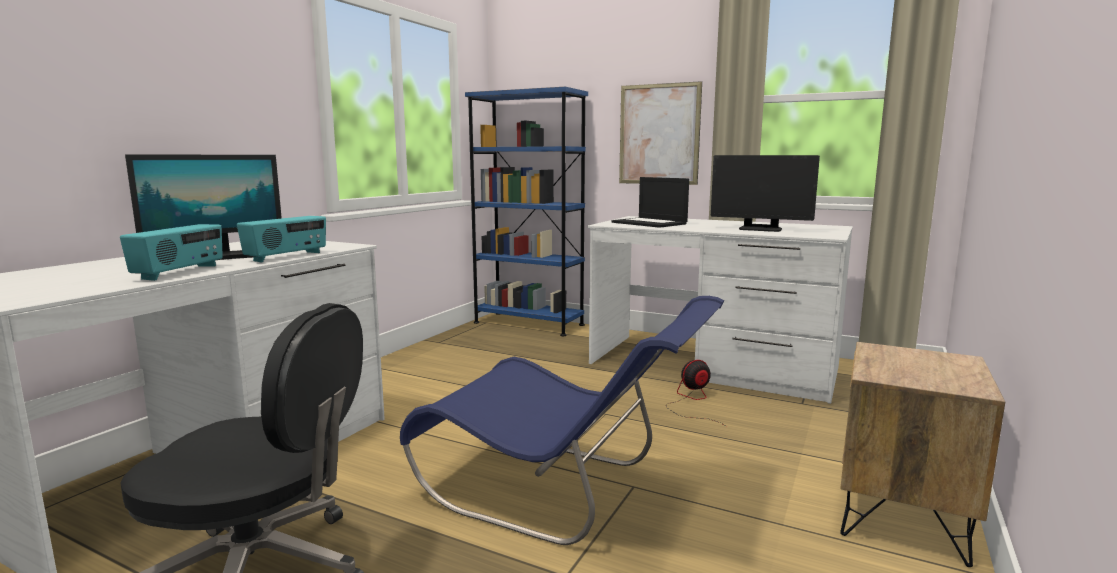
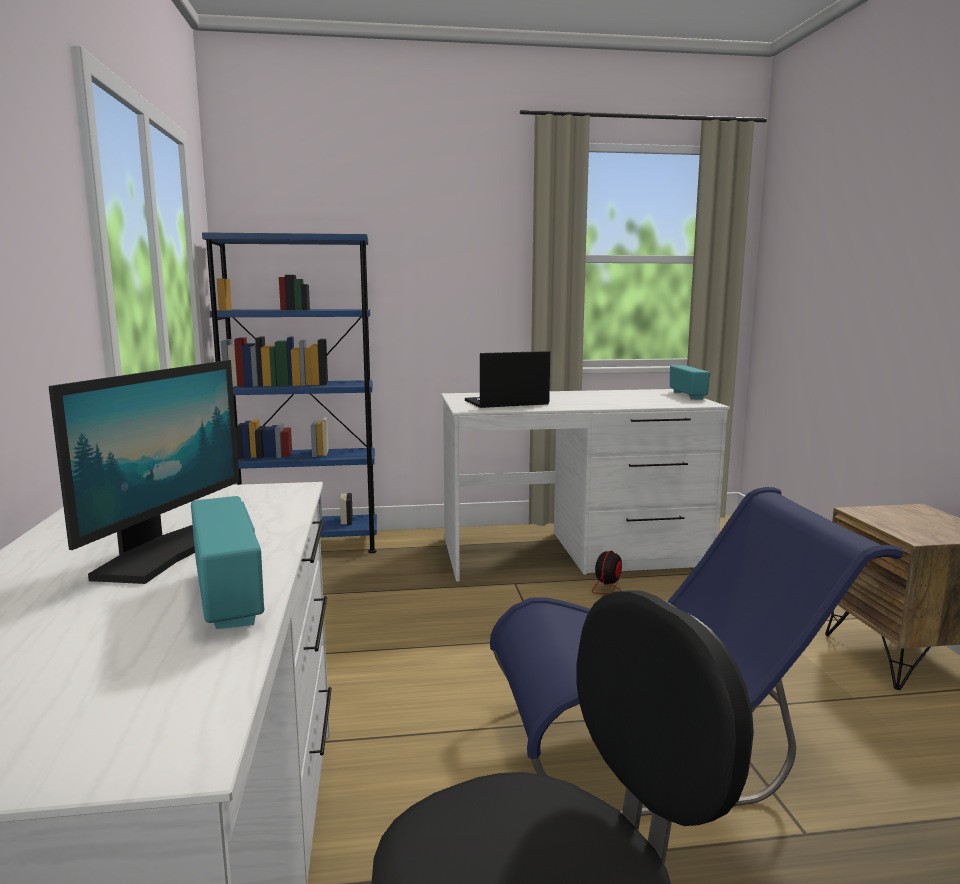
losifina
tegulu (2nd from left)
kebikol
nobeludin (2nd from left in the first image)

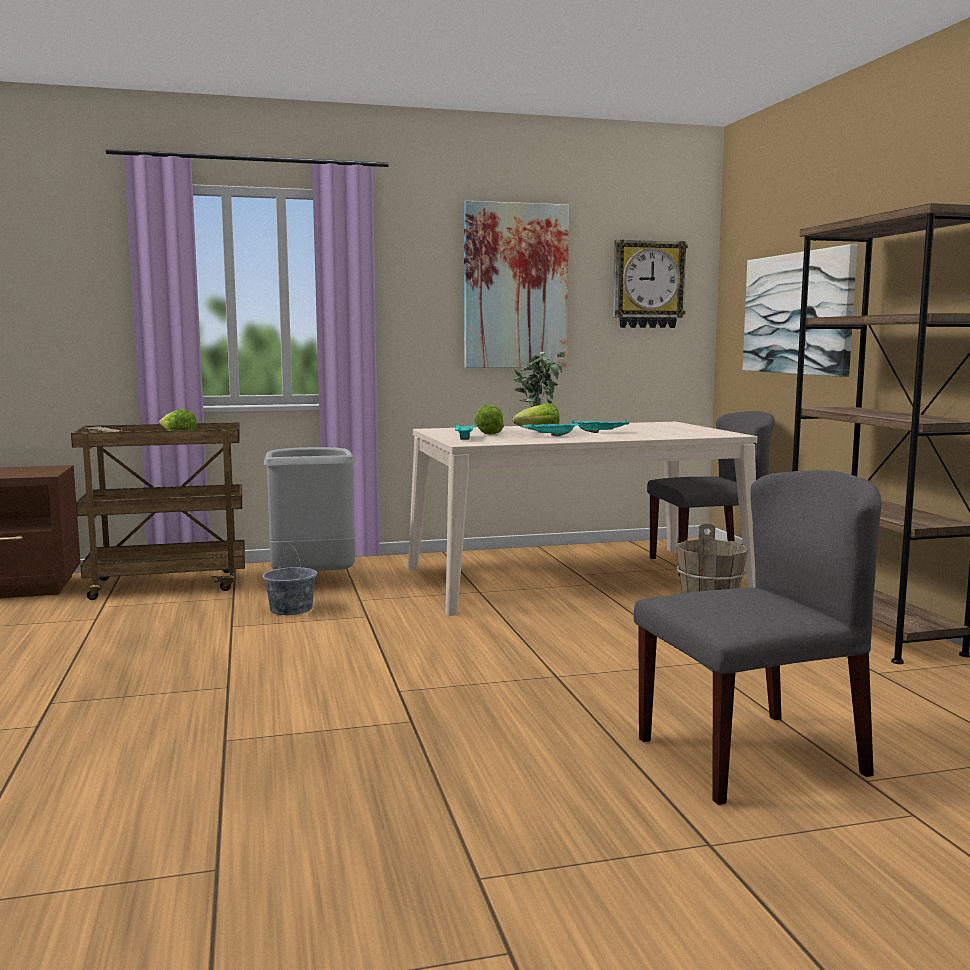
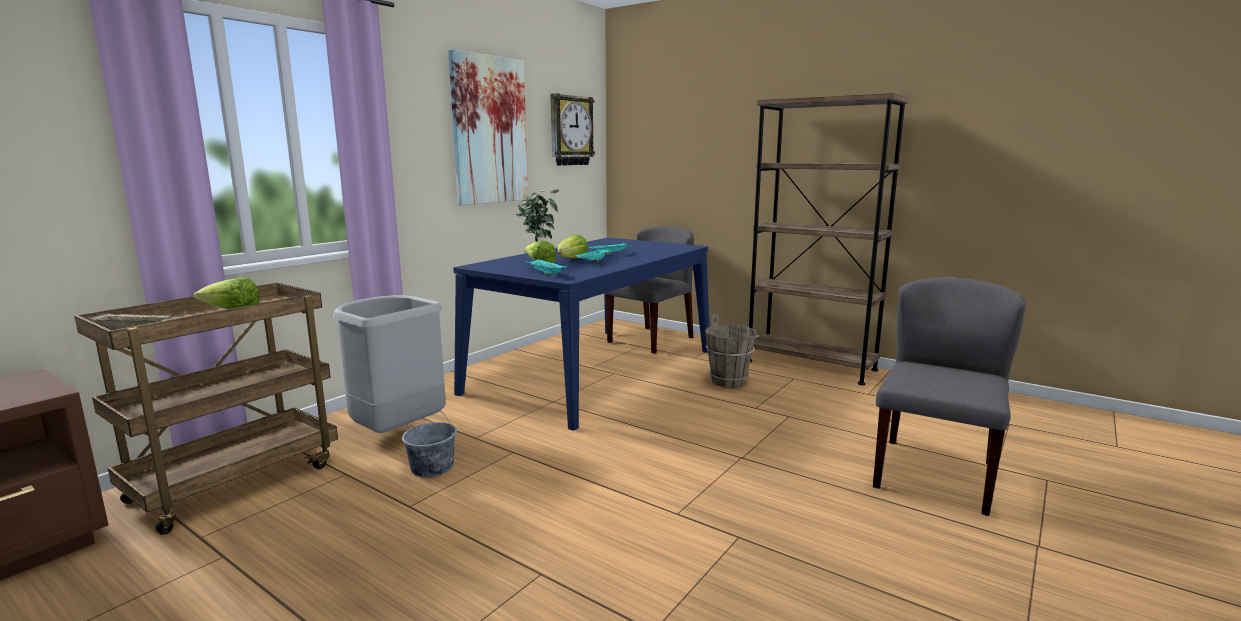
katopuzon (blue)
kebikol (2nd from left in the first image)

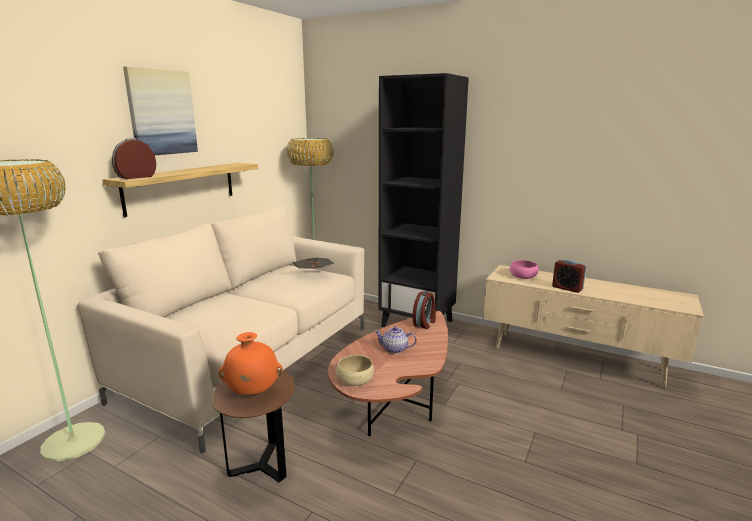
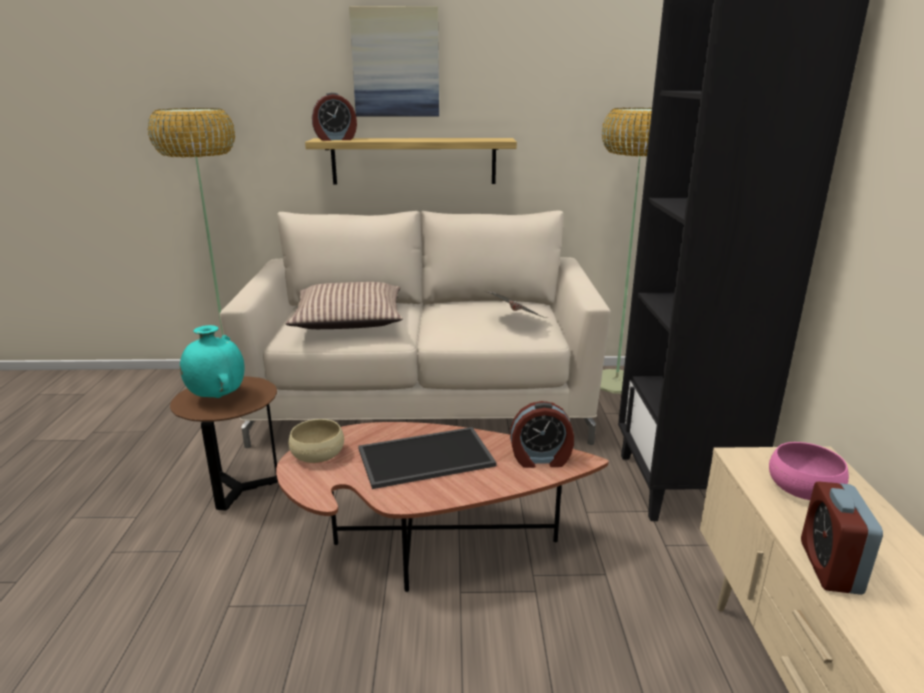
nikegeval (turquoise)
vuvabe
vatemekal (1st from left)
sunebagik

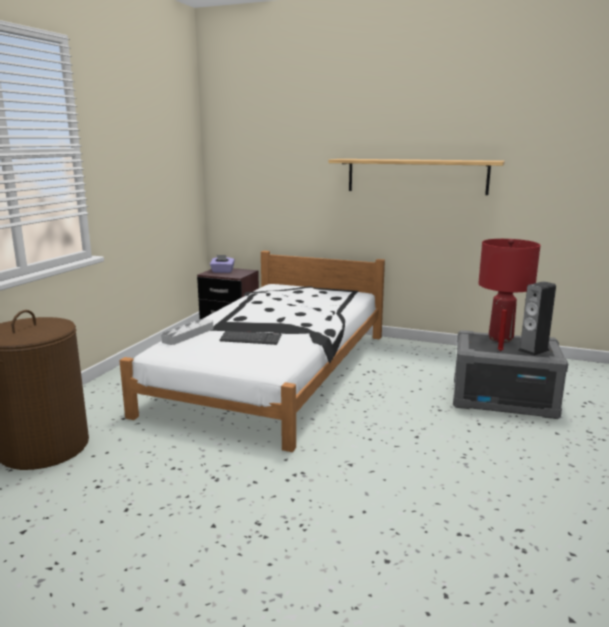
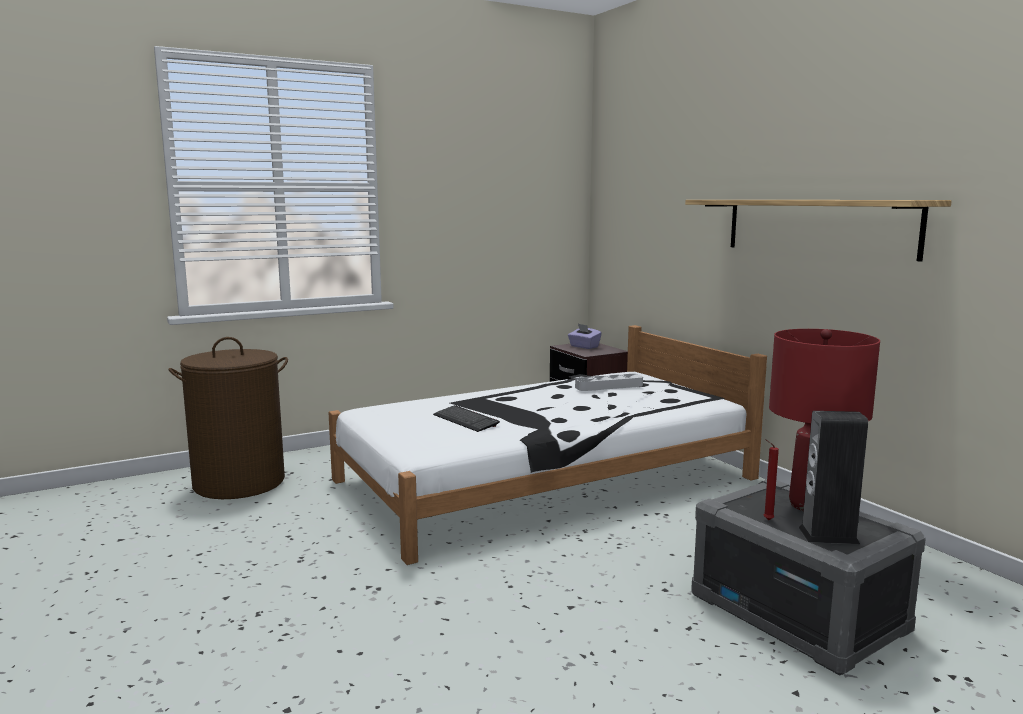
sunebagik (grey)

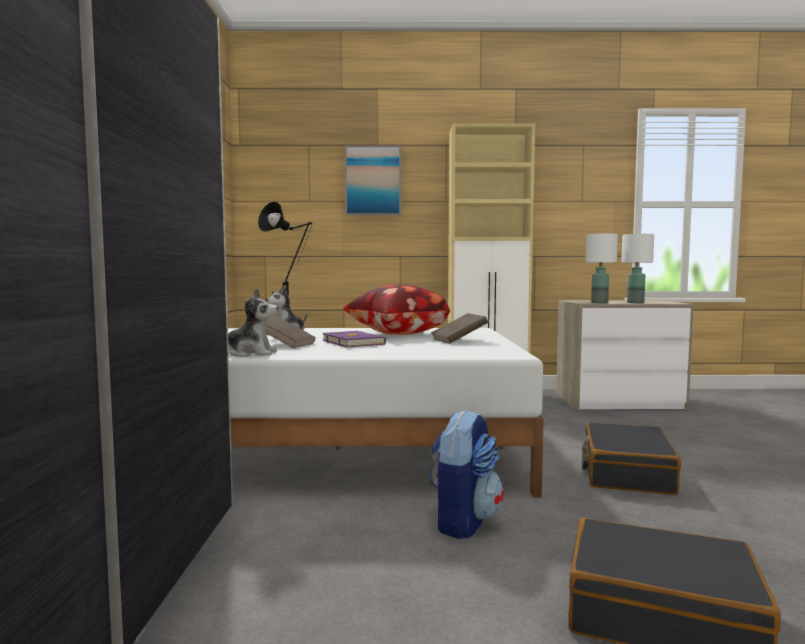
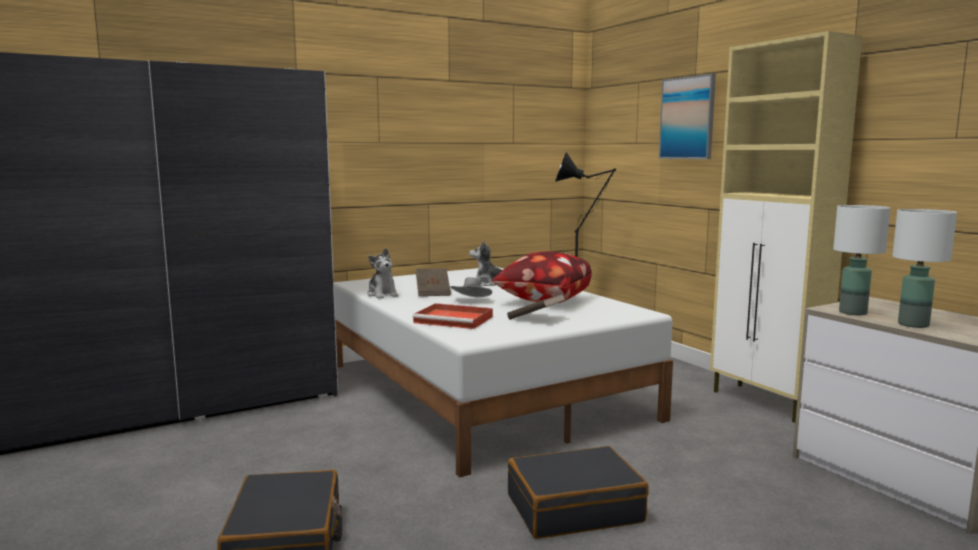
sunebagik (red)
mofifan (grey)
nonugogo

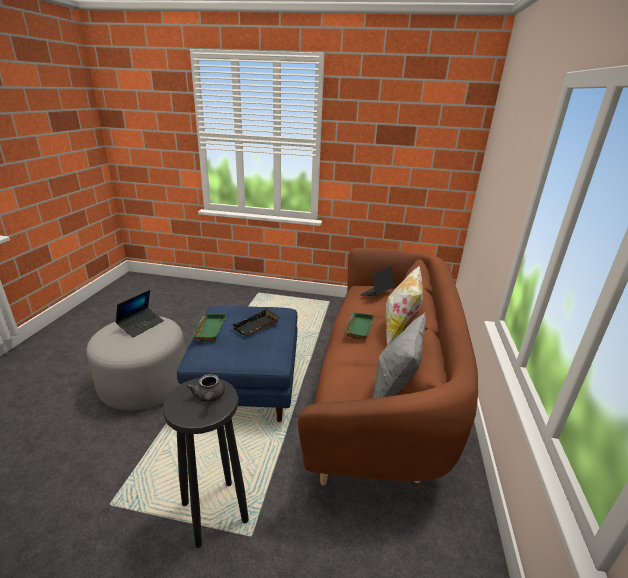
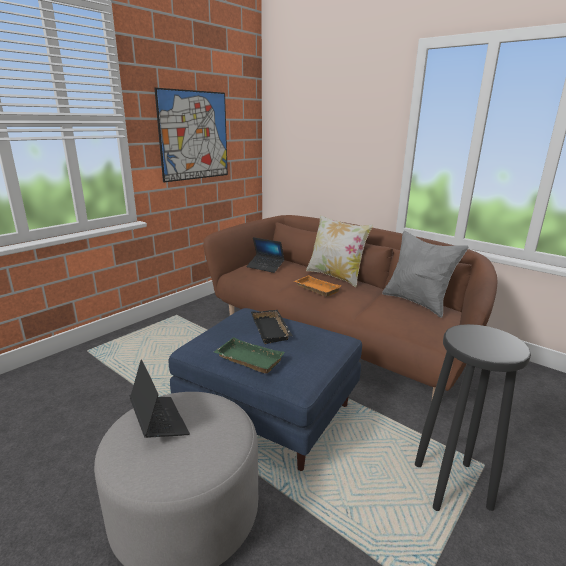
kebikol
losifina (2nd from left)
sunebagik (orange)
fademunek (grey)

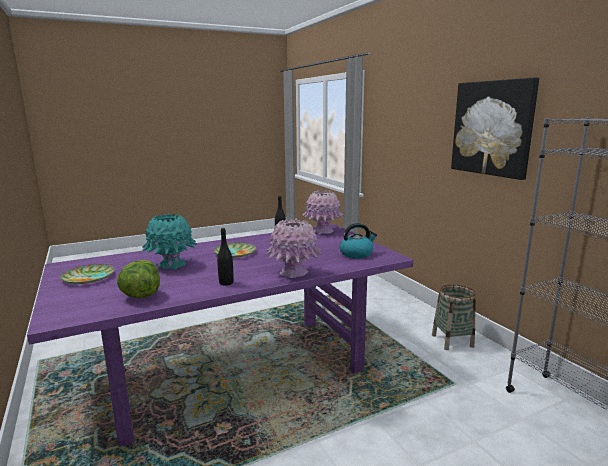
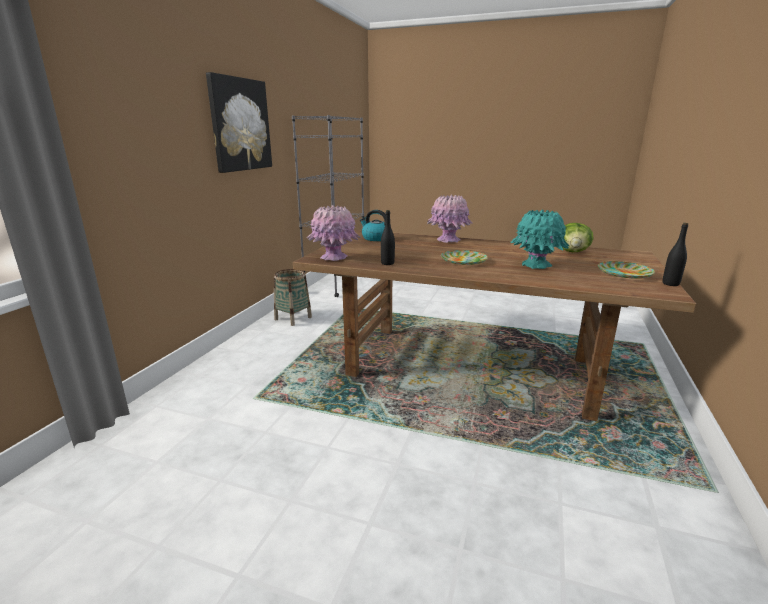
katopuzon (brown)
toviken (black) (2nd from left)

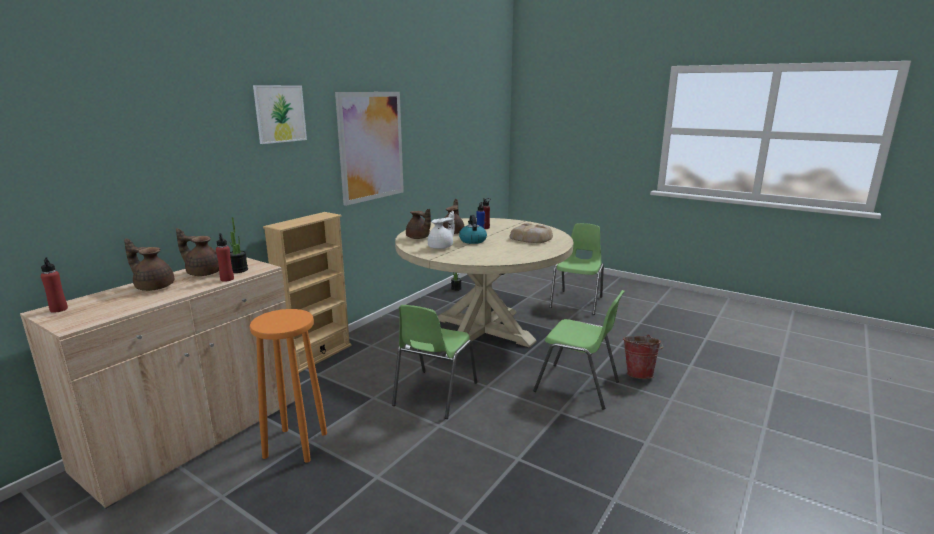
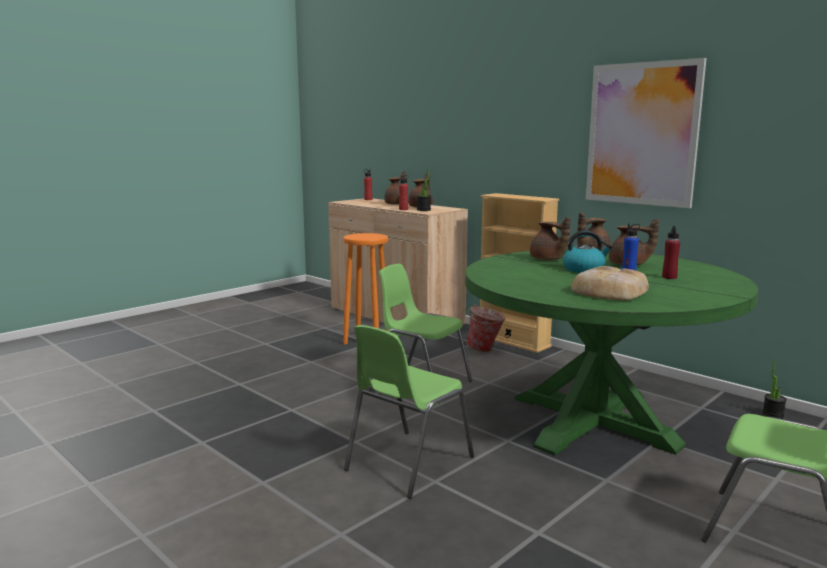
katopuzon (green)
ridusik
fademunek (brown) (3rd from left)
kebikol (1st from left in the first image)

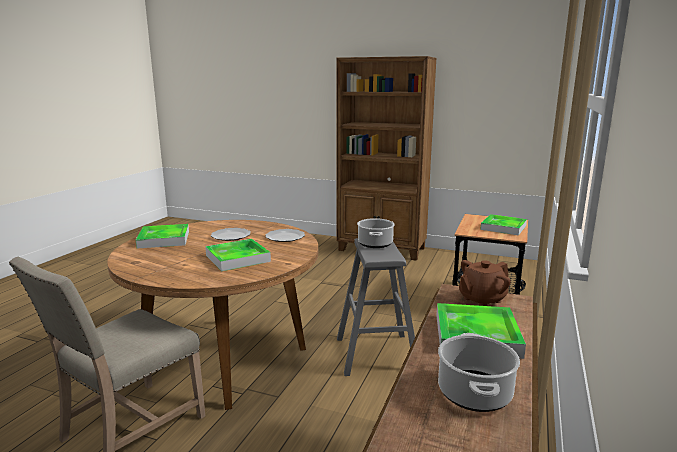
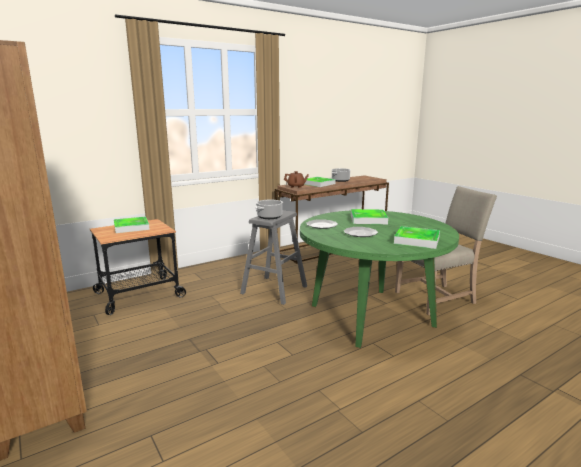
katopuzon (green)

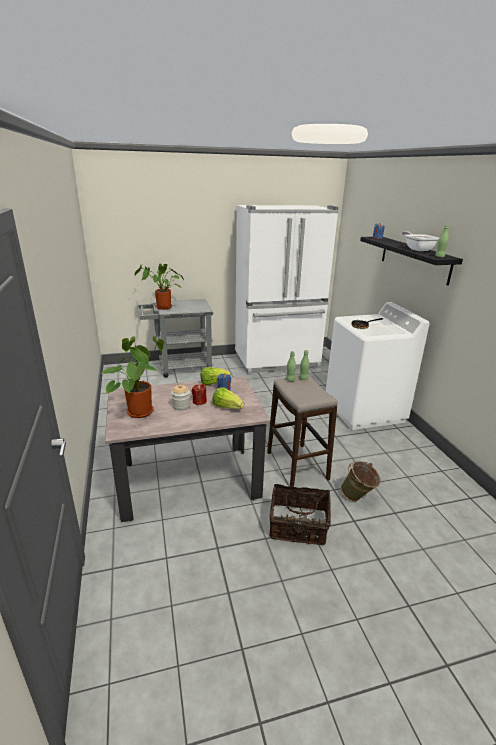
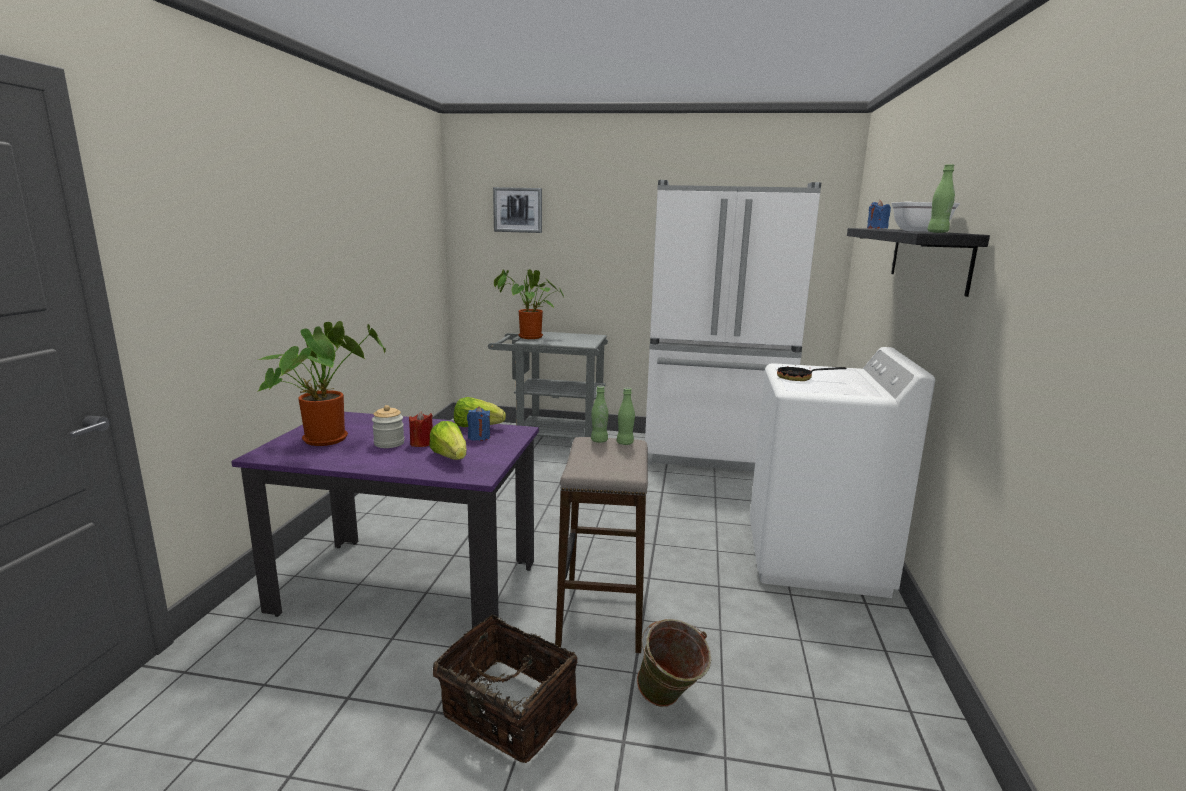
katopuzon (purple)
kebikol

